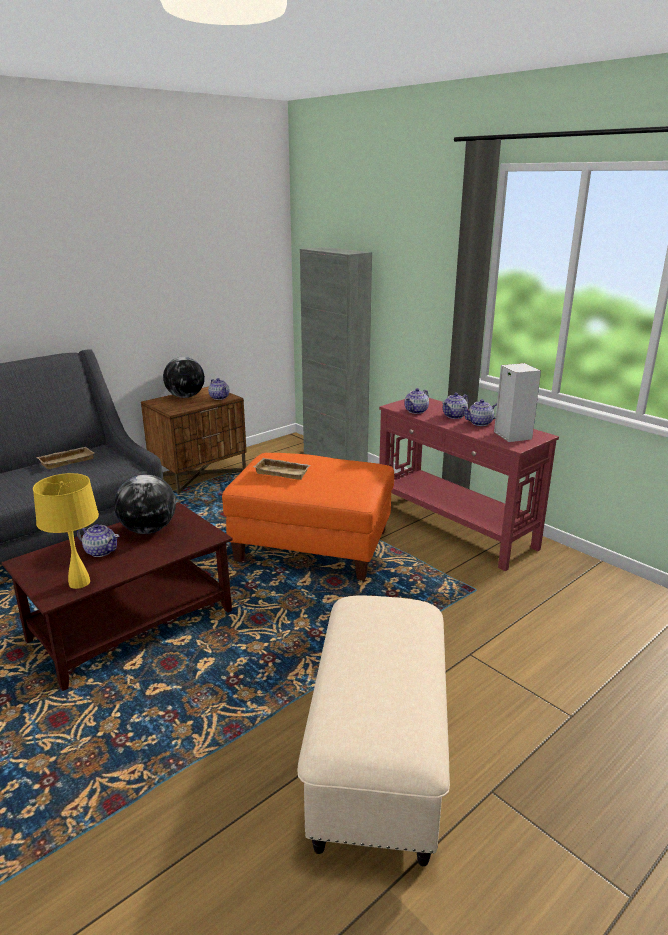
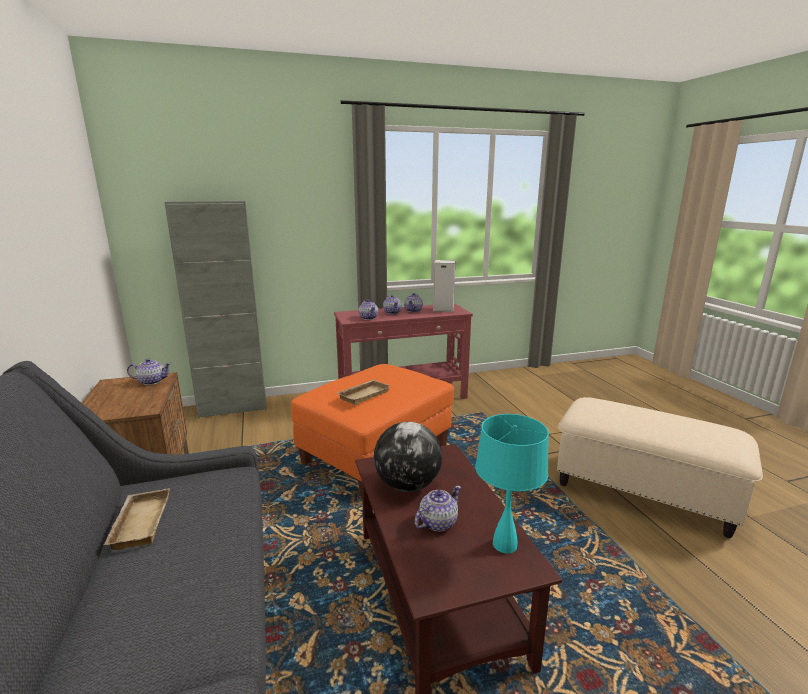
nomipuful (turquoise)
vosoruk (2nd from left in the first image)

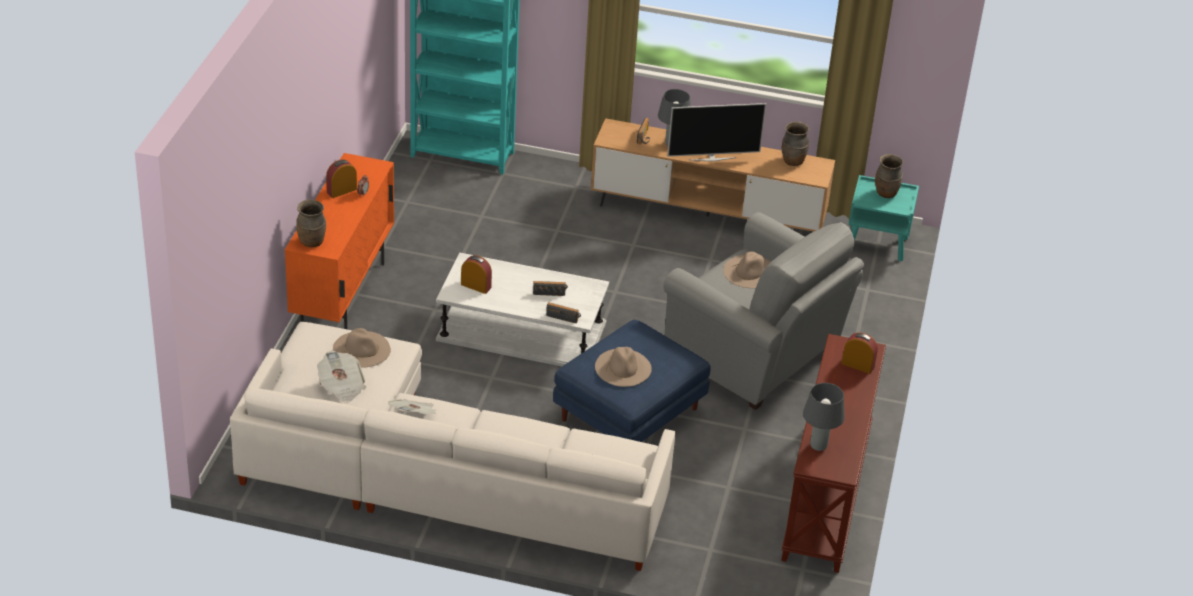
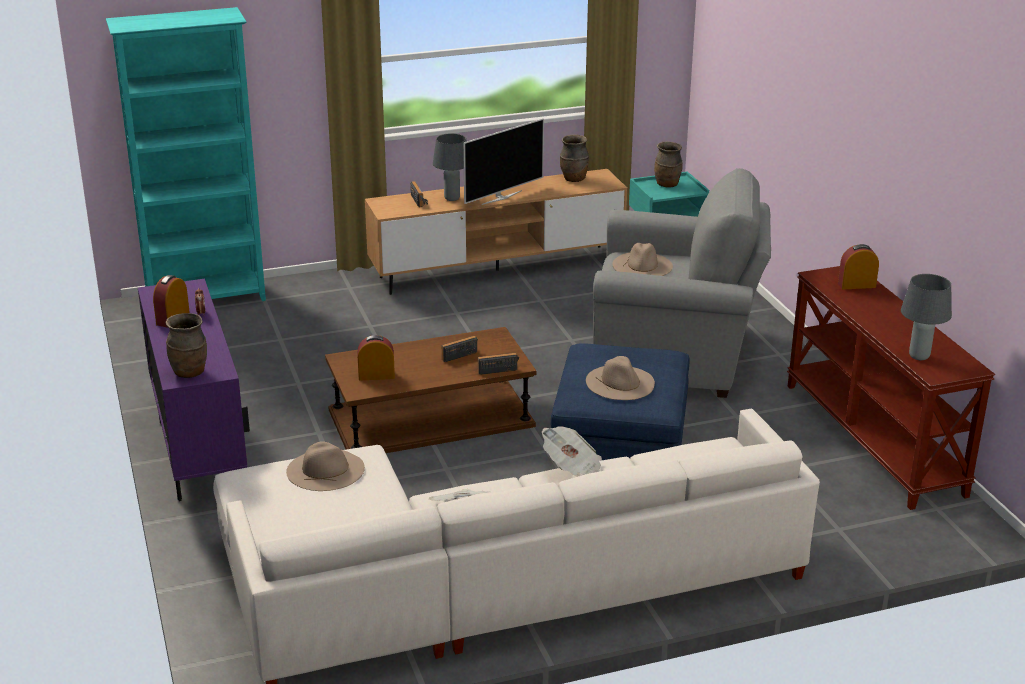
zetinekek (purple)
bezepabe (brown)
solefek (2nd from left)

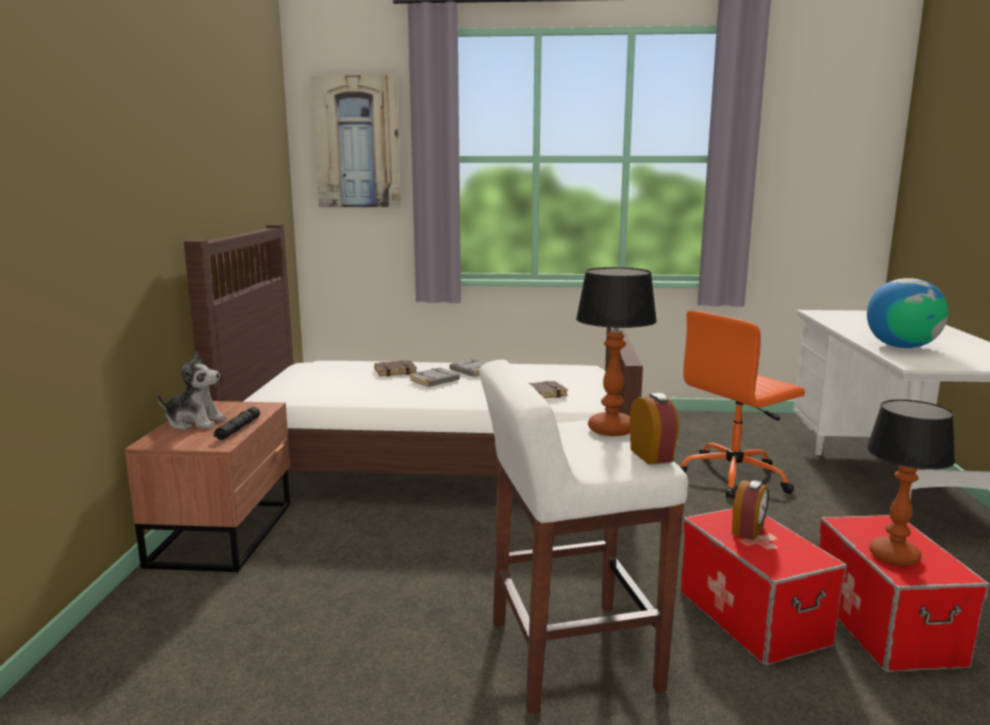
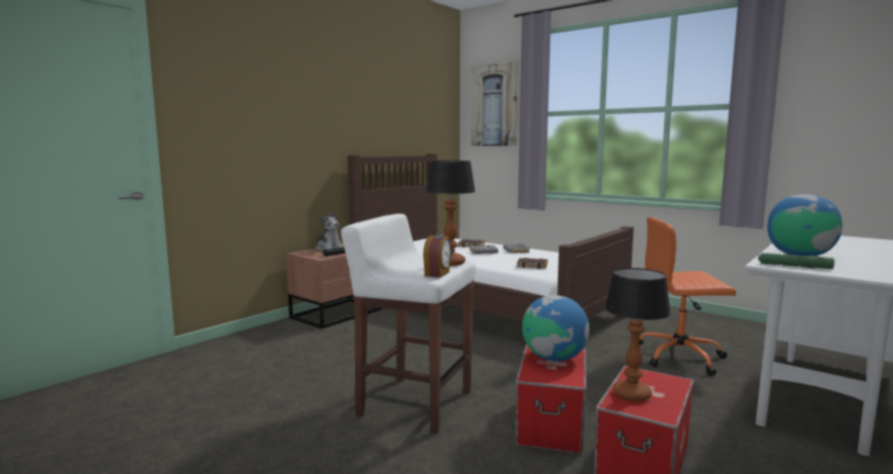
vosoruk (1st from left)
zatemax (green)

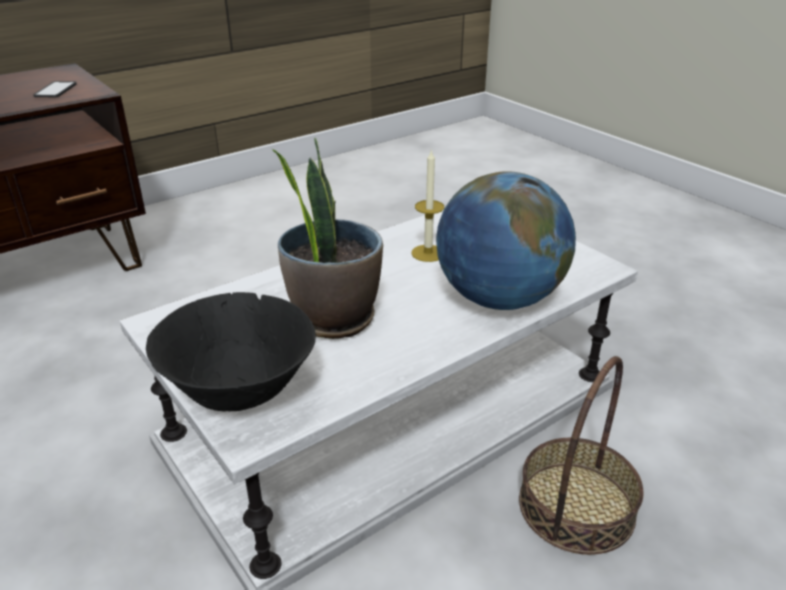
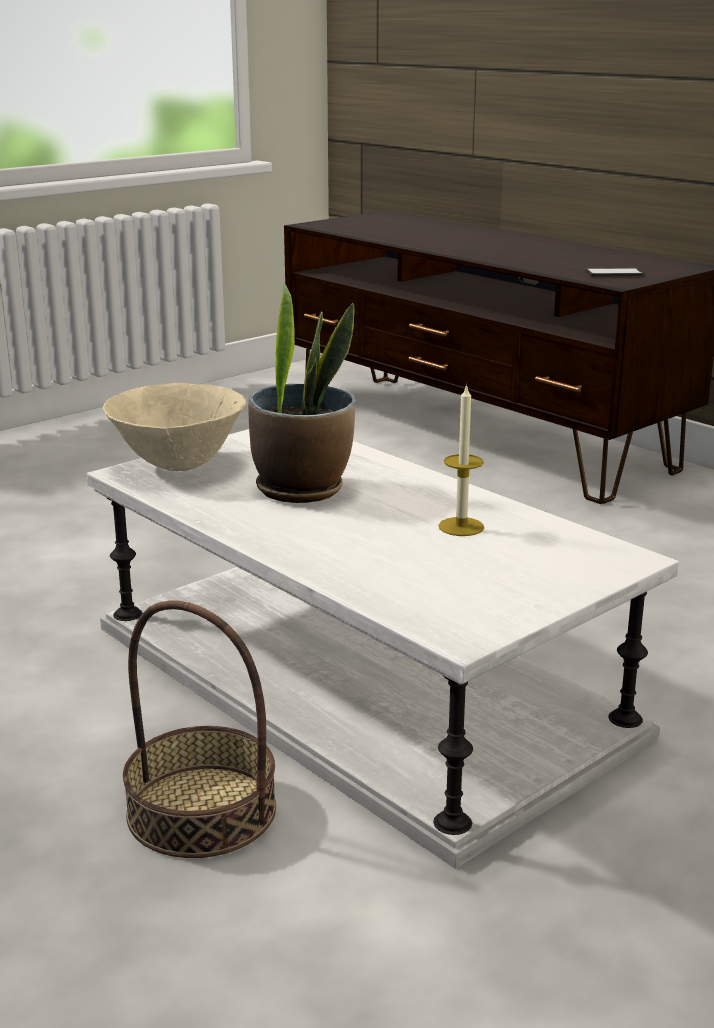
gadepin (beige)
vosoruk

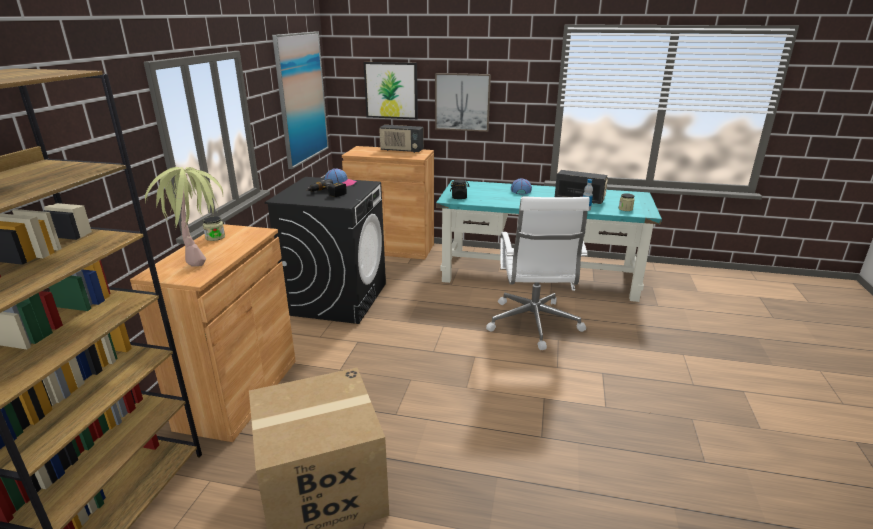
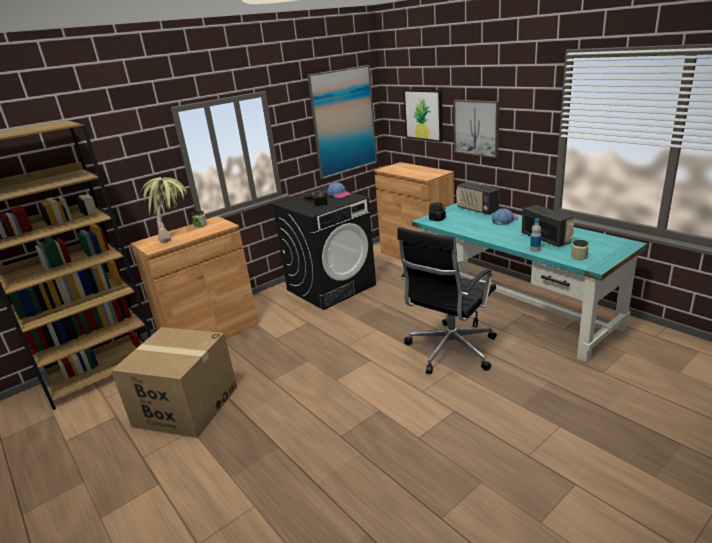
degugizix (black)
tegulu (1st from left)

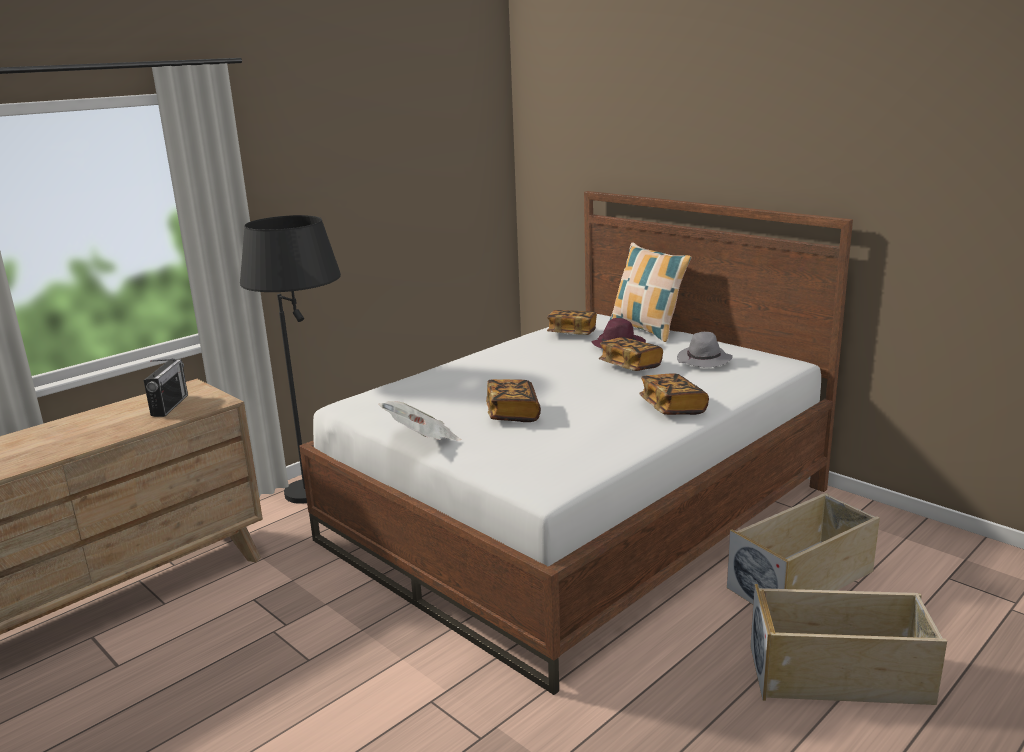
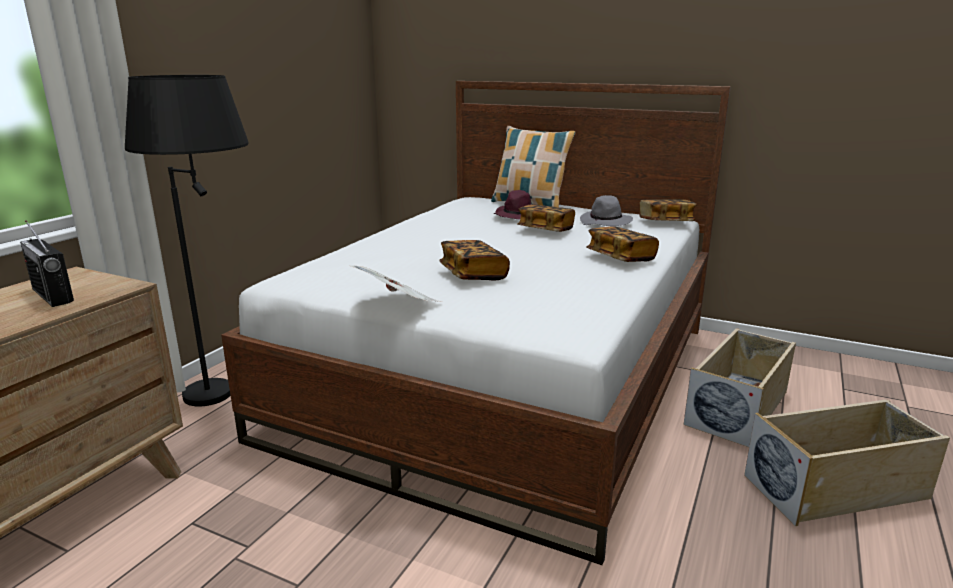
tegulu
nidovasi (4th from left)

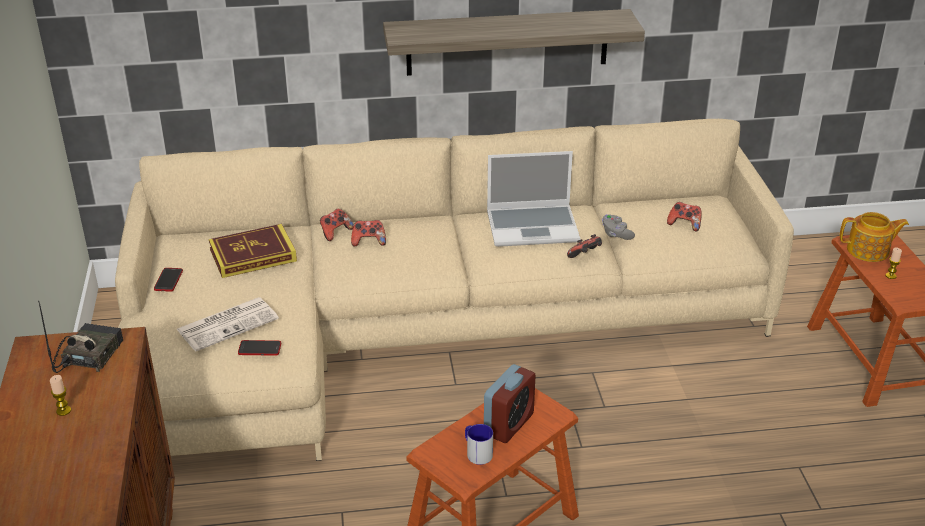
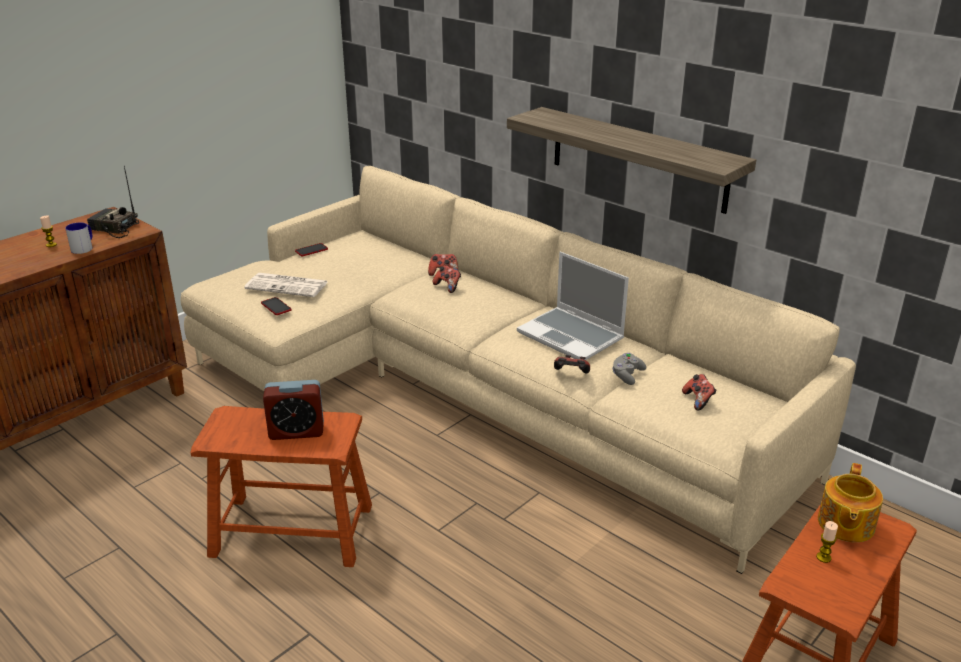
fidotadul
tegulu
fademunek
nidovasi

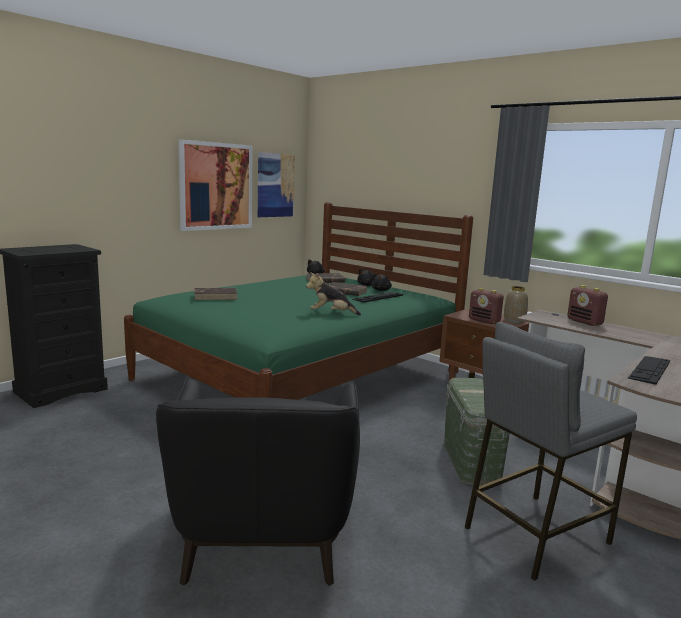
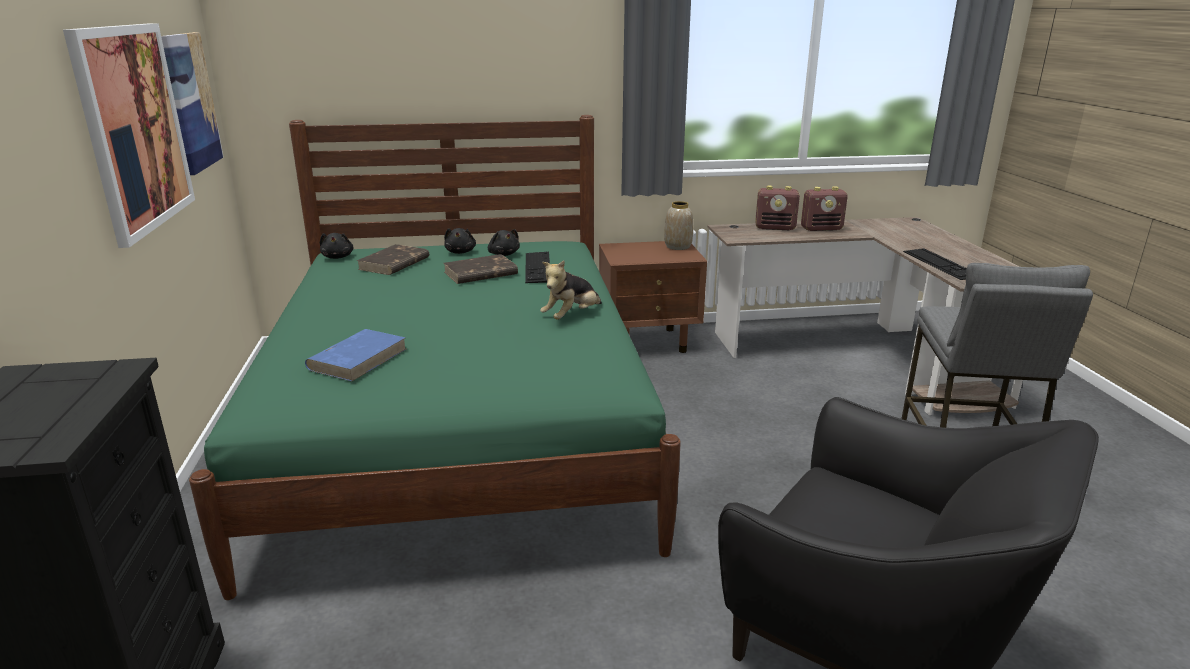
nidovasi (blue)
tegulu (2nd from left)
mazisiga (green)

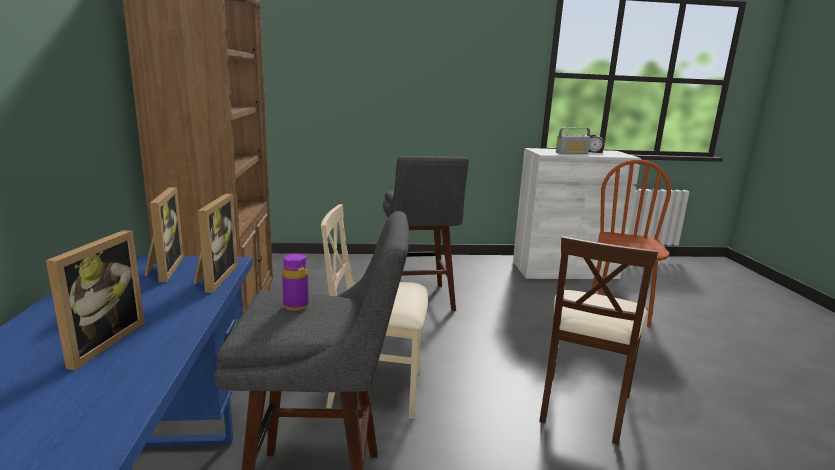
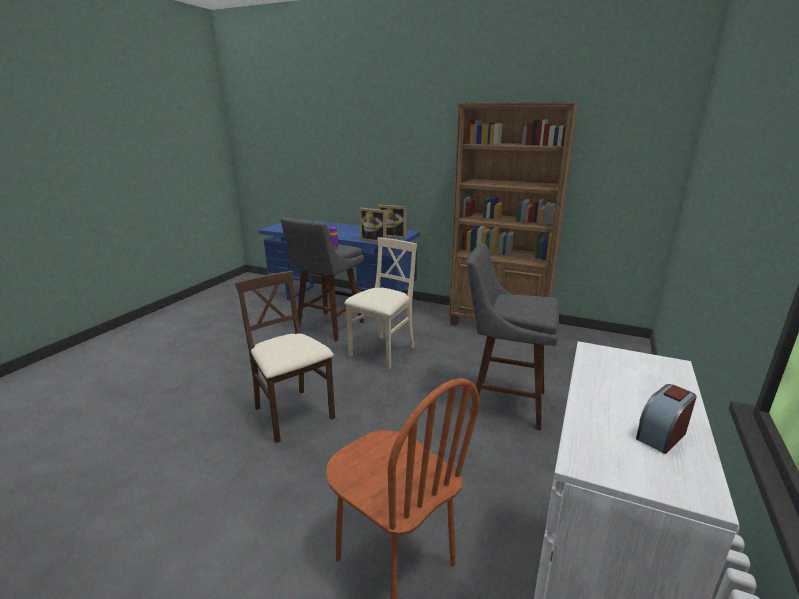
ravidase (1st from left in the first image)
tegulu

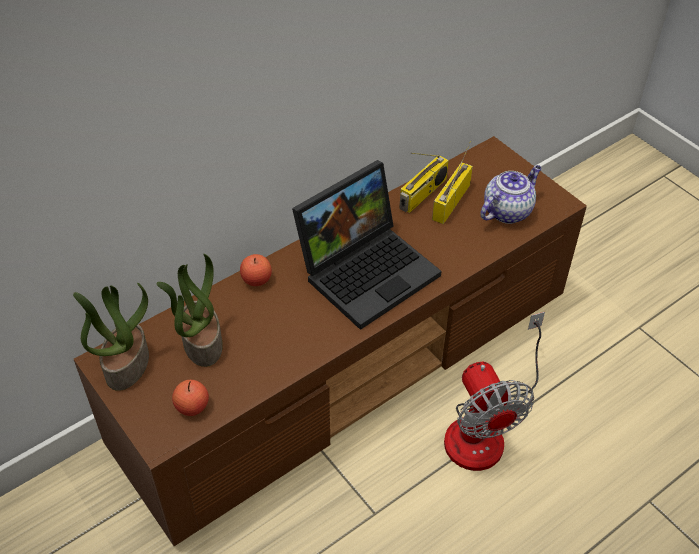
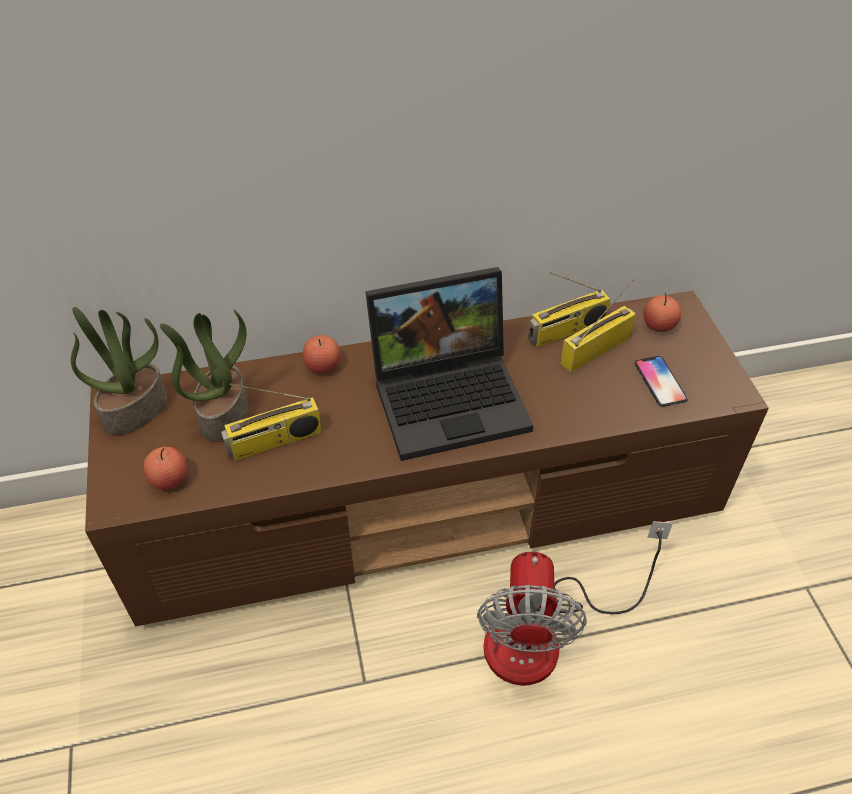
tegulu (1st from left)
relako
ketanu (3rd from left)

